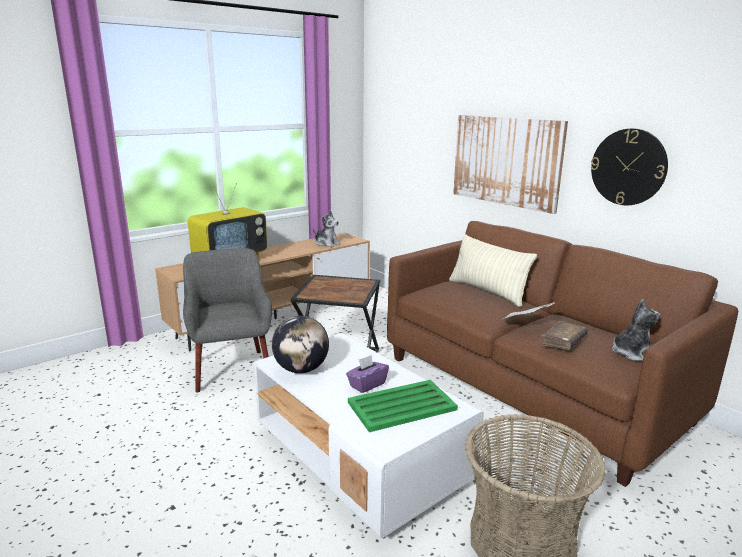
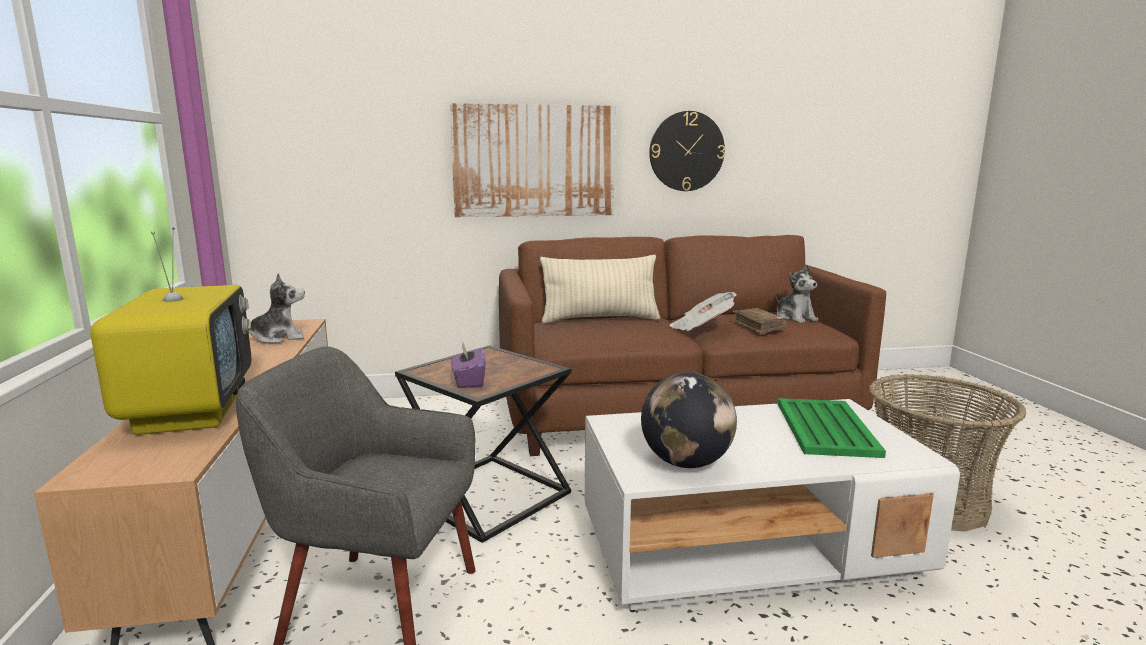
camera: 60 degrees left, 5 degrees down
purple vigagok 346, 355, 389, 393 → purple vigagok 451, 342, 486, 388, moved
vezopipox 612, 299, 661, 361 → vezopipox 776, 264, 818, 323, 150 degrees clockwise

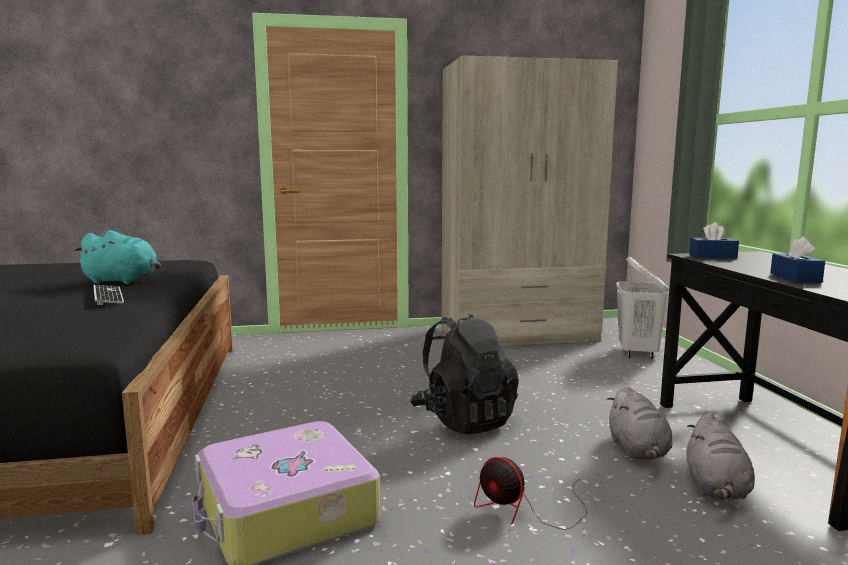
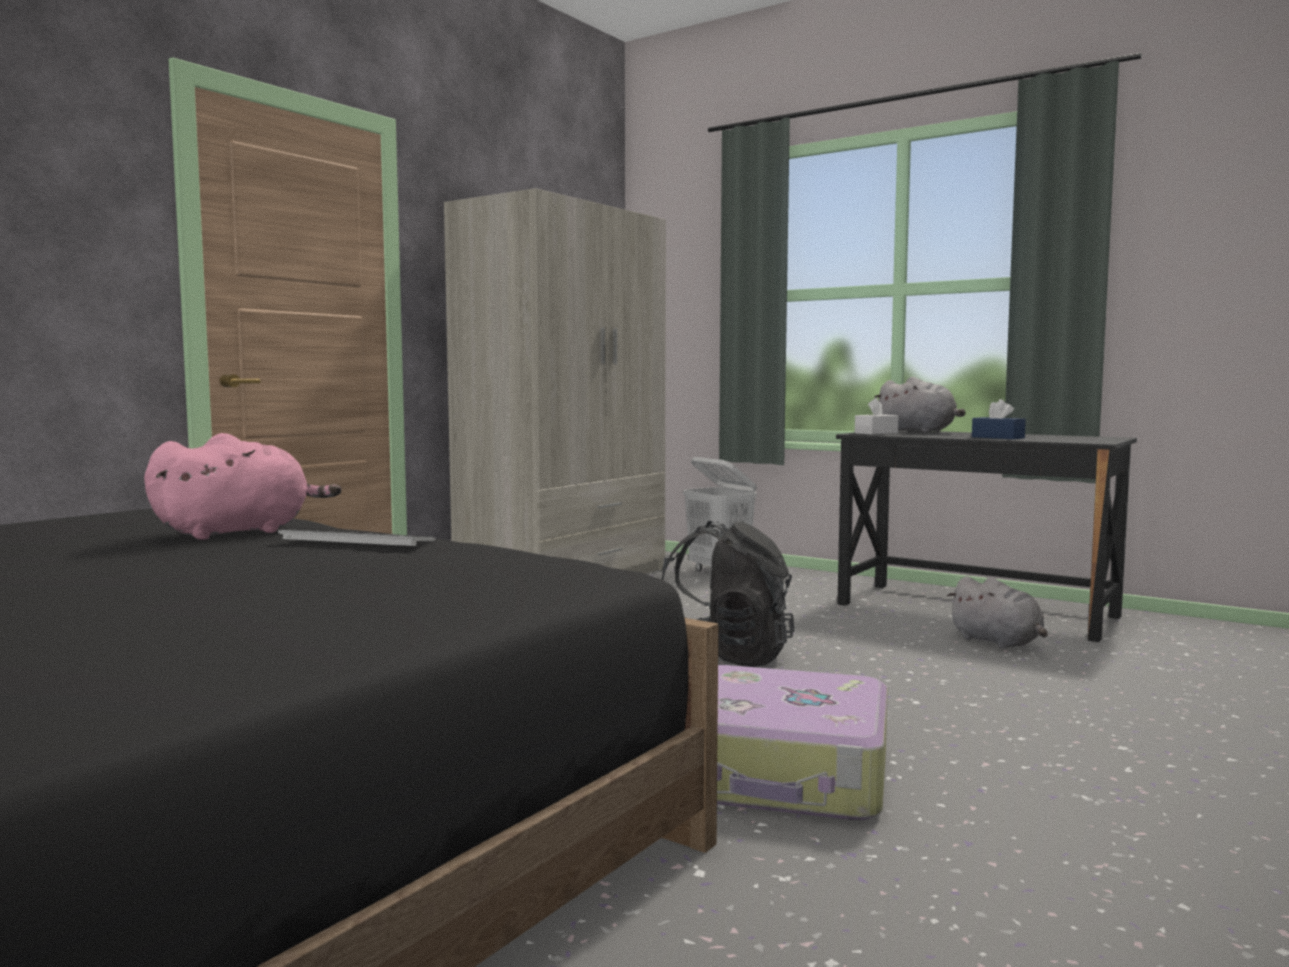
camera: 45 degrees left, 5 degrees down
turquoise vezopipox 74, 230, 161, 284 → pink vezopipox 144, 433, 341, 540
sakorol 474, 457, 587, 530 → -
grey vezopipox 607, 385, 673, 460 → grey vezopipox 874, 377, 966, 433, moved
blue vigagok 689, 222, 739, 258 → white vigagok 855, 398, 899, 434

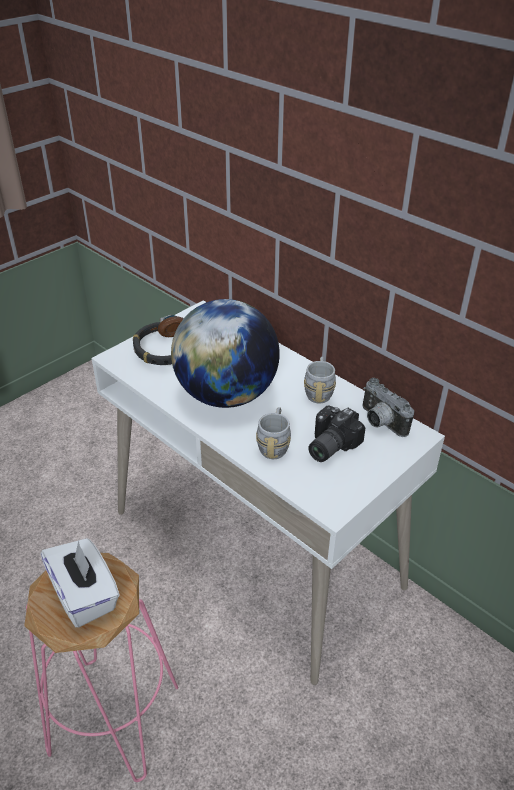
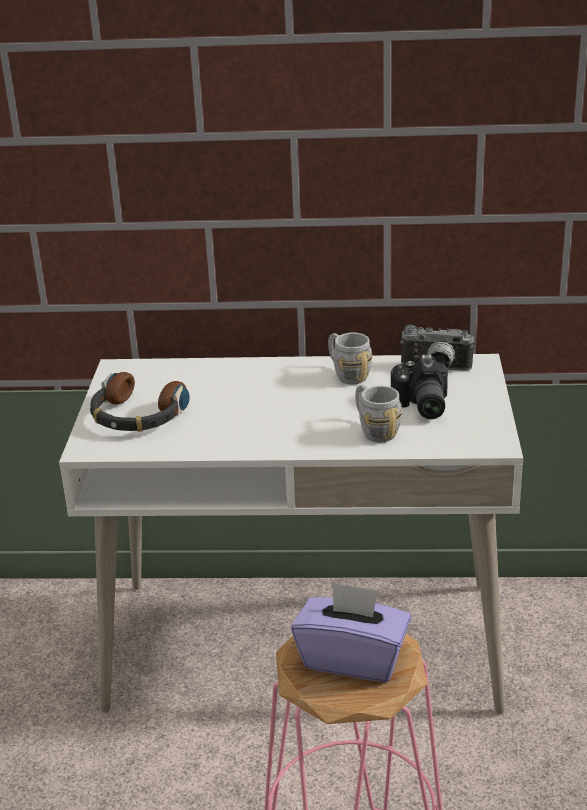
camera: 40 degrees left, 10 degrees down
white vigagok 41, 538, 120, 627 → purple vigagok 291, 581, 411, 682
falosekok 171, 299, 280, 408 → -

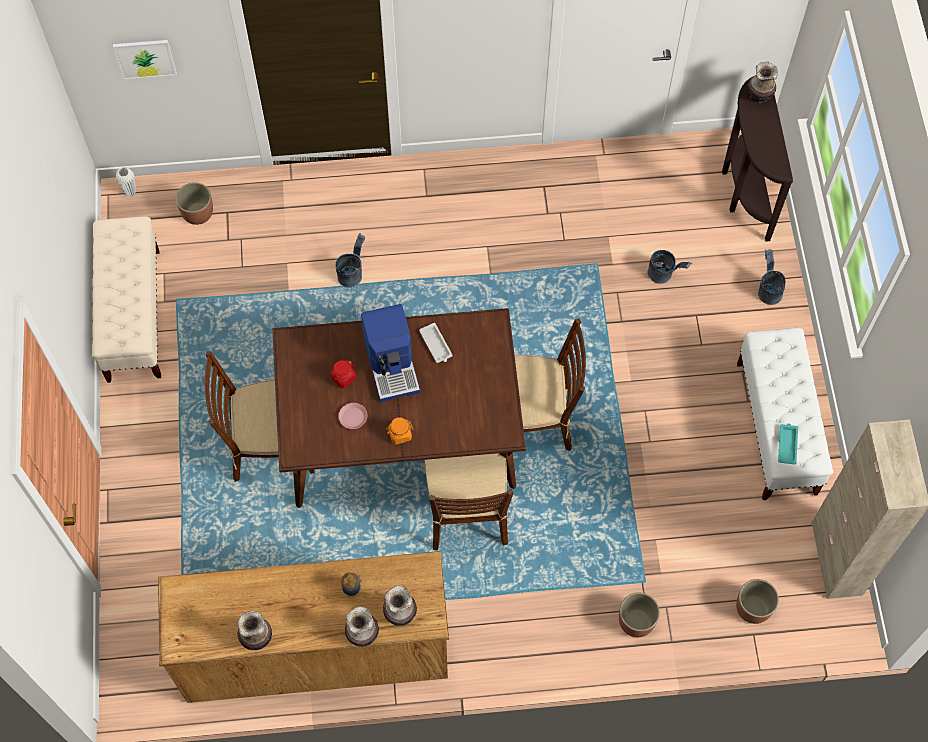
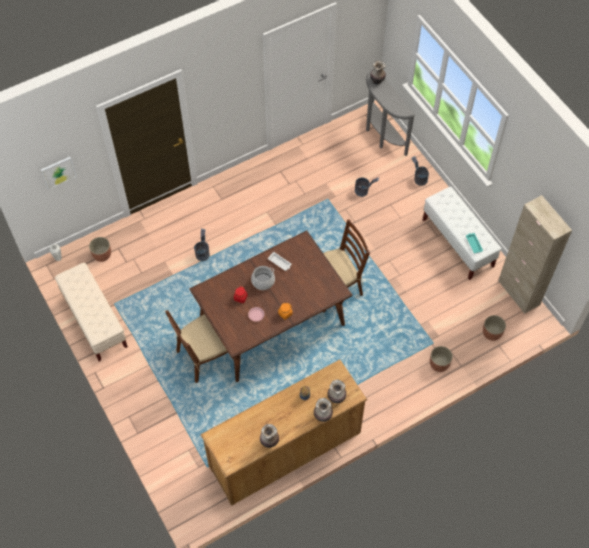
camera: 25 degrees left, 5 degrees down
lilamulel 361, 304, 420, 402 → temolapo 251, 266, 275, 290
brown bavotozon 423, 453, 517, 551 → -
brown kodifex 722, 77, 793, 242 → grey kodifex 366, 69, 415, 156

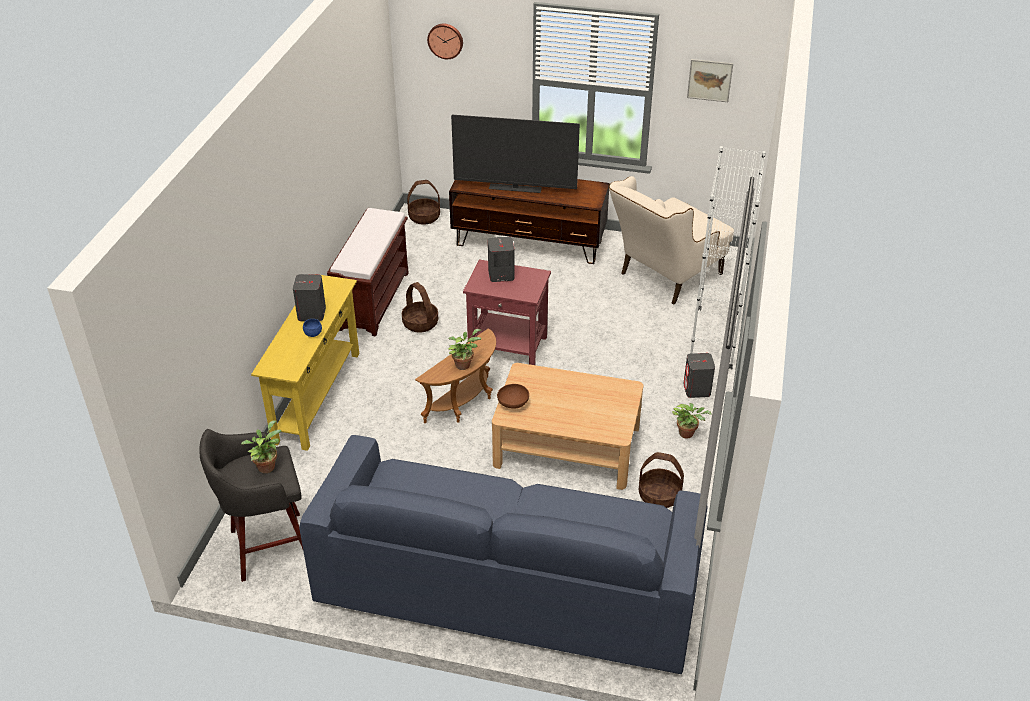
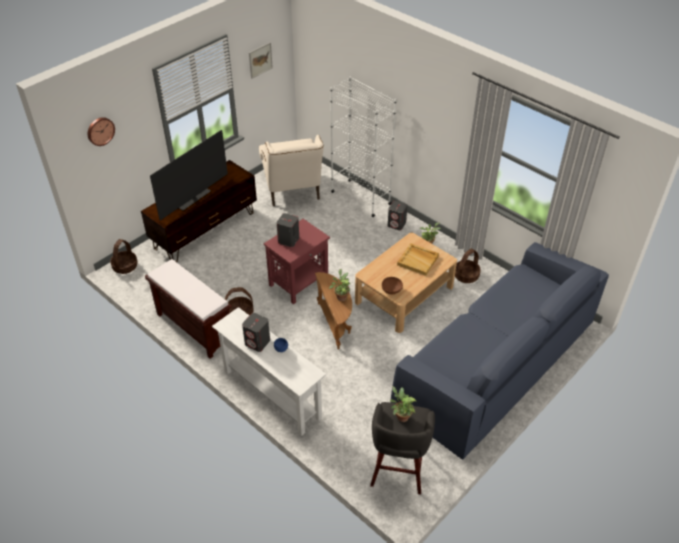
camera: 60 degrees left, 5 degrees up
yellow kodifex 251, 275, 359, 451 → white kodifex 212, 307, 326, 436
- → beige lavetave 397, 243, 439, 276

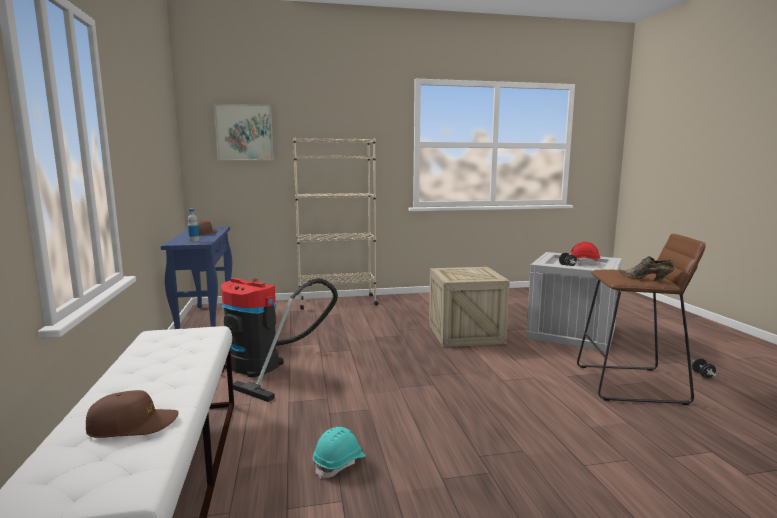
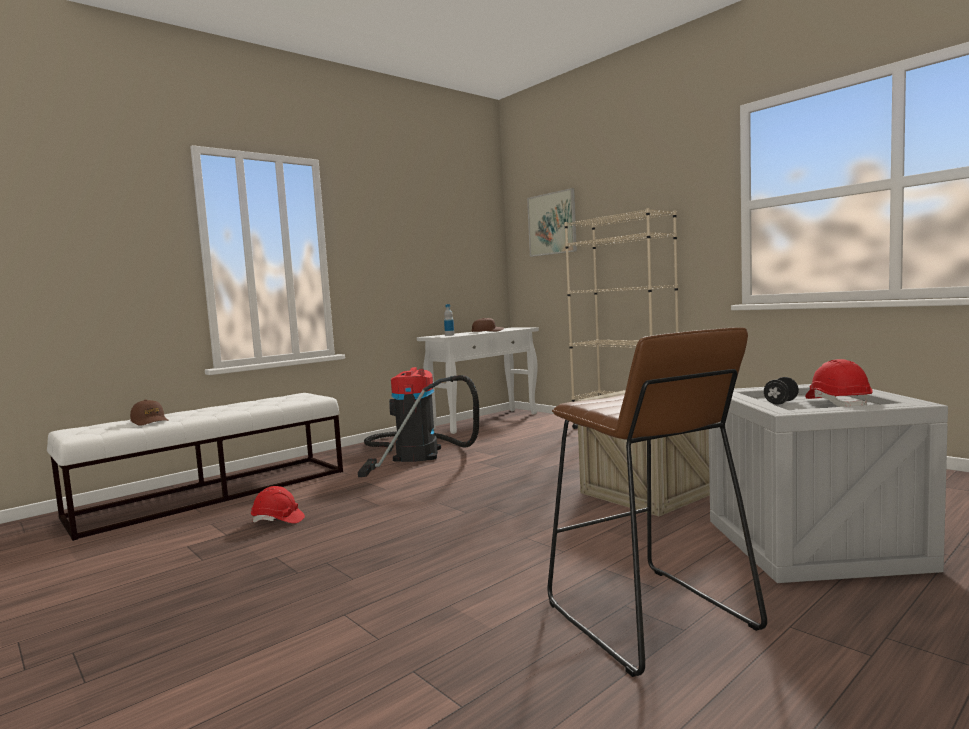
camera: 60 degrees right, 5 degrees down
blue kodifex 161, 227, 232, 329 → white kodifex 417, 328, 539, 434
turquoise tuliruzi 313, 427, 366, 479 → red tuliruzi 251, 486, 305, 524
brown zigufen 619, 256, 674, 282 → -
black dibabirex 692, 358, 717, 378 → -

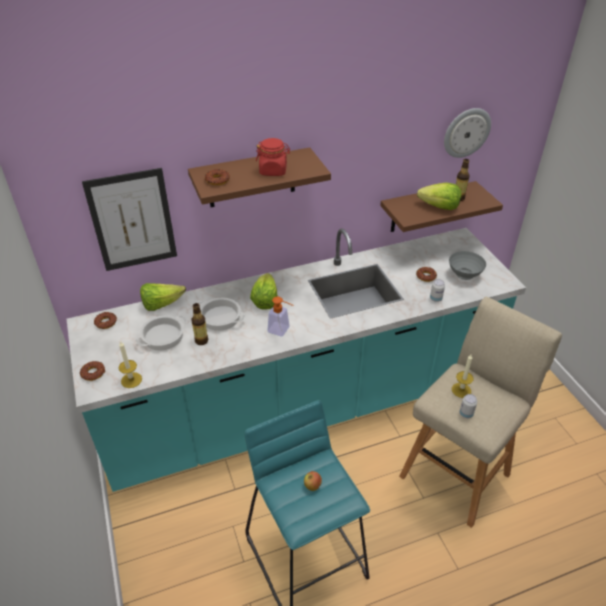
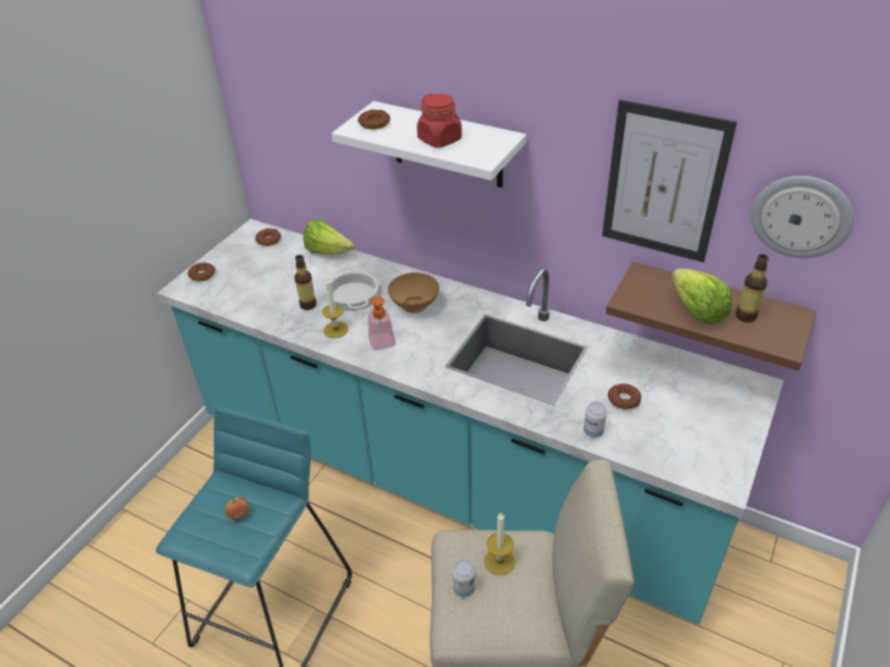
camera: 50 degrees right, 0 degrees up
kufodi 82, 168, 177, 271 → kufodi 602, 100, 737, 262, moved
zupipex 119, 341, 142, 388 → zupipex 322, 278, 348, 338, moved
temolapo 136, 315, 187, 351 → -
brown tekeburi 188, 147, 331, 207 → white tekeburi 332, 101, 526, 188
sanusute 250, 273, 278, 310 → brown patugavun 388, 273, 439, 313
grey patugavun 449, 251, 486, 280 → -

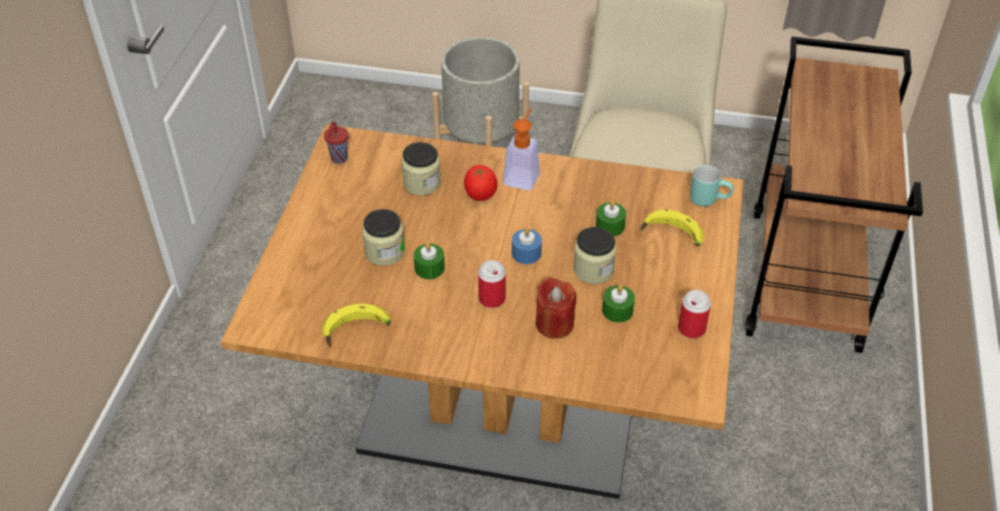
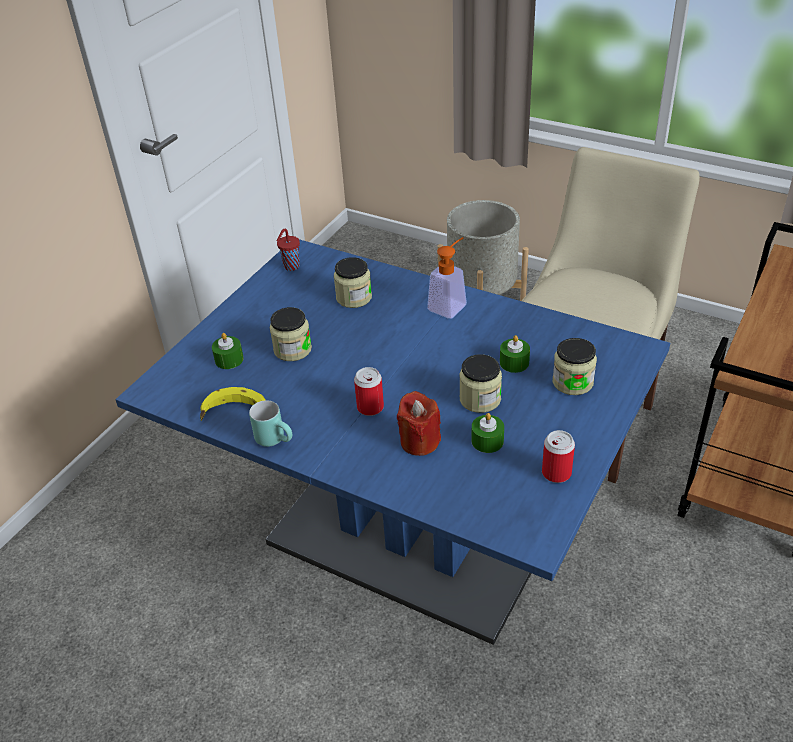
camera: 20 degrees right, 5 degrees down
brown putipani 221, 124, 744, 499 → blue putipani 115, 239, 670, 645
green zupipex 414, 242, 445, 279 → green zupipex 212, 333, 244, 369, moved
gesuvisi 464, 165, 497, 201 → -
blue zupipex 512, 228, 542, 264 → -
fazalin 640, 209, 705, 247 → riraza 552, 338, 597, 395
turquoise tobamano 690, 165, 734, 207 → turquoise tobamano 249, 400, 292, 447, moved

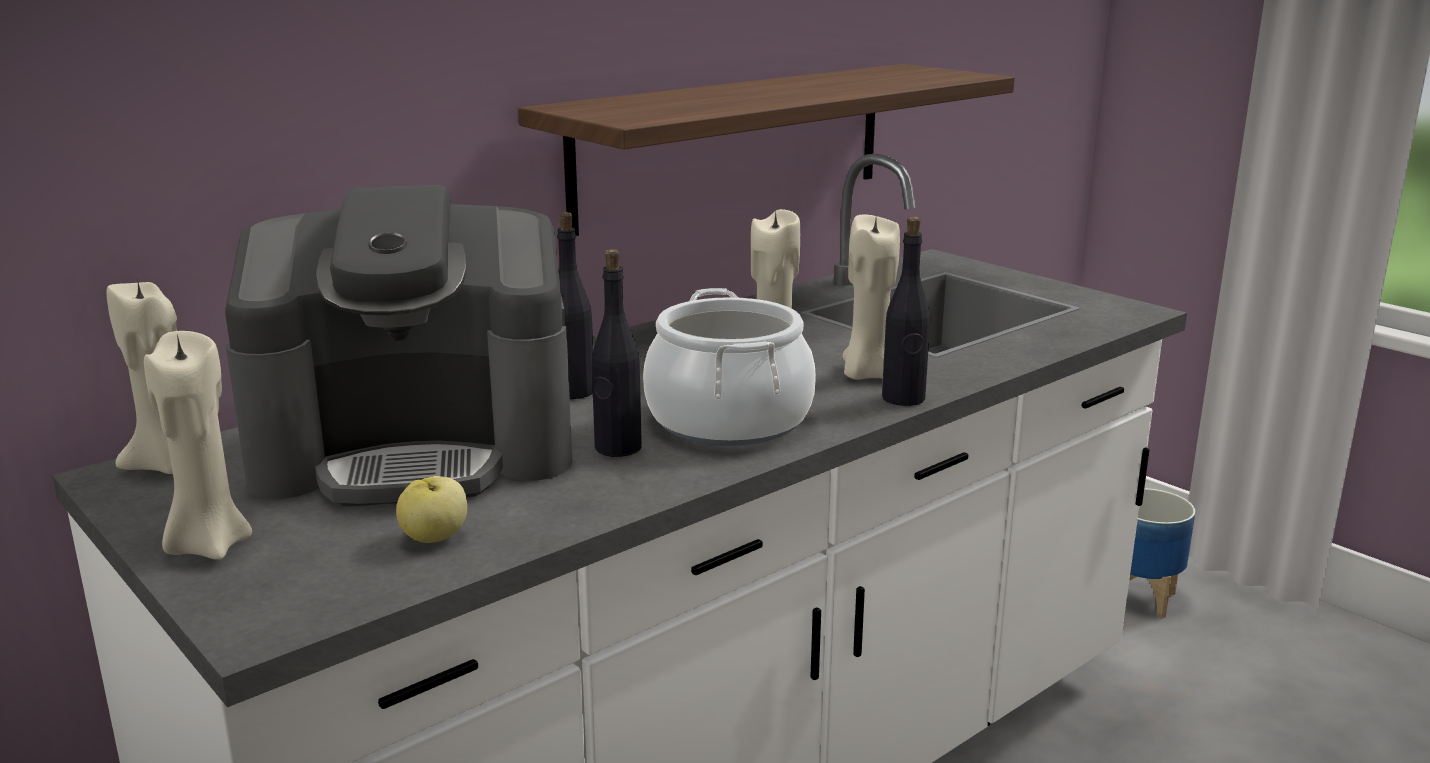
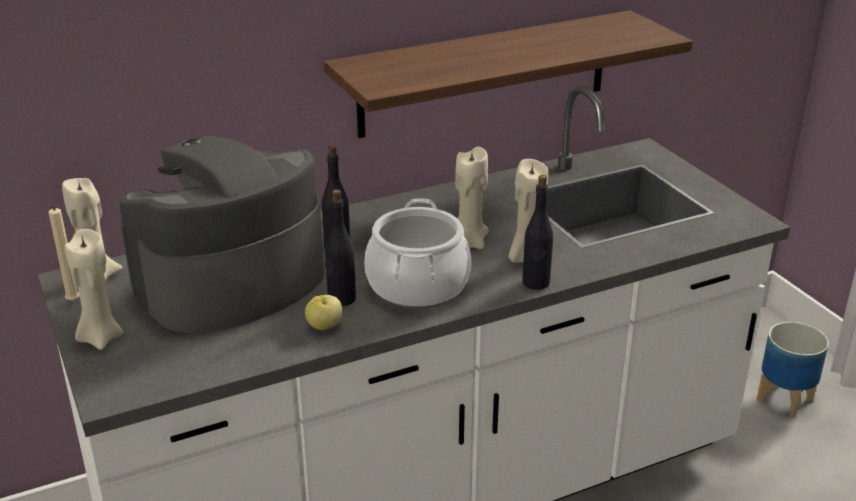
camera: 15 degrees right, 10 degrees up
lilamulel 225, 185, 573, 506 → lilamulel 119, 135, 324, 333, 135 degrees clockwise
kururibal 396, 476, 467, 543 → kururibal 305, 295, 342, 330, moved
- → beige zupipex 45, 205, 79, 301

